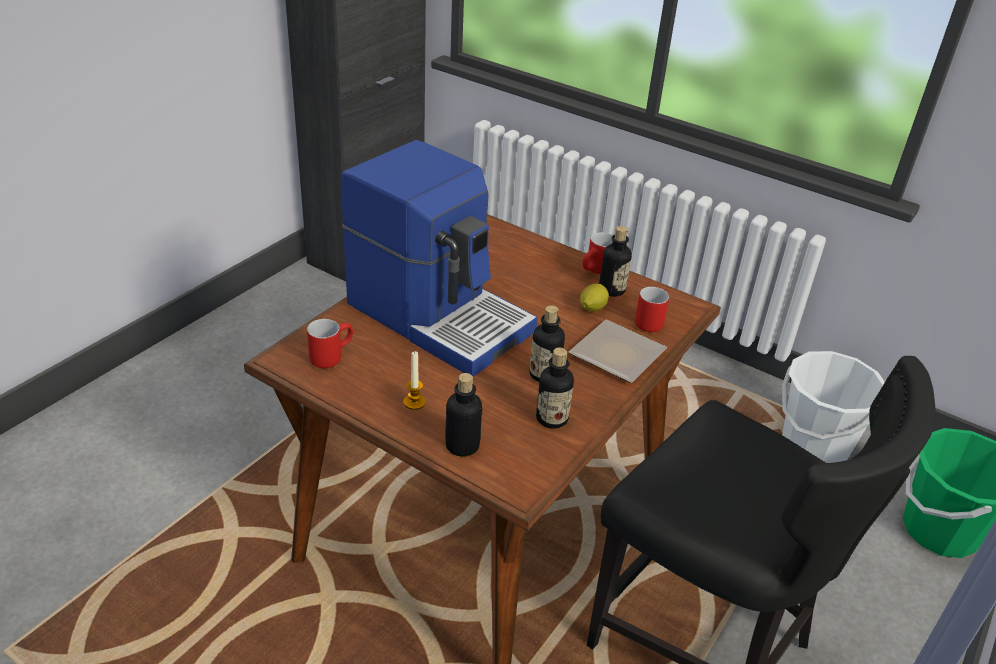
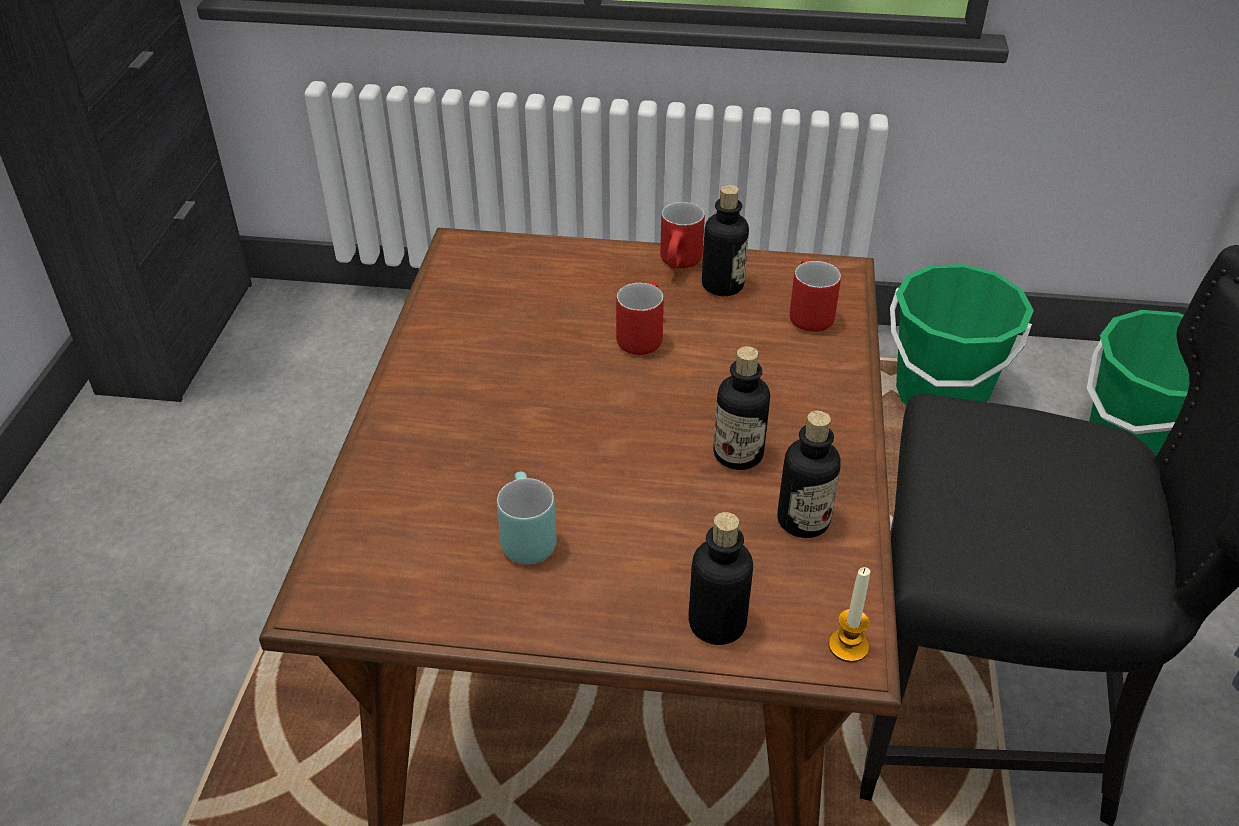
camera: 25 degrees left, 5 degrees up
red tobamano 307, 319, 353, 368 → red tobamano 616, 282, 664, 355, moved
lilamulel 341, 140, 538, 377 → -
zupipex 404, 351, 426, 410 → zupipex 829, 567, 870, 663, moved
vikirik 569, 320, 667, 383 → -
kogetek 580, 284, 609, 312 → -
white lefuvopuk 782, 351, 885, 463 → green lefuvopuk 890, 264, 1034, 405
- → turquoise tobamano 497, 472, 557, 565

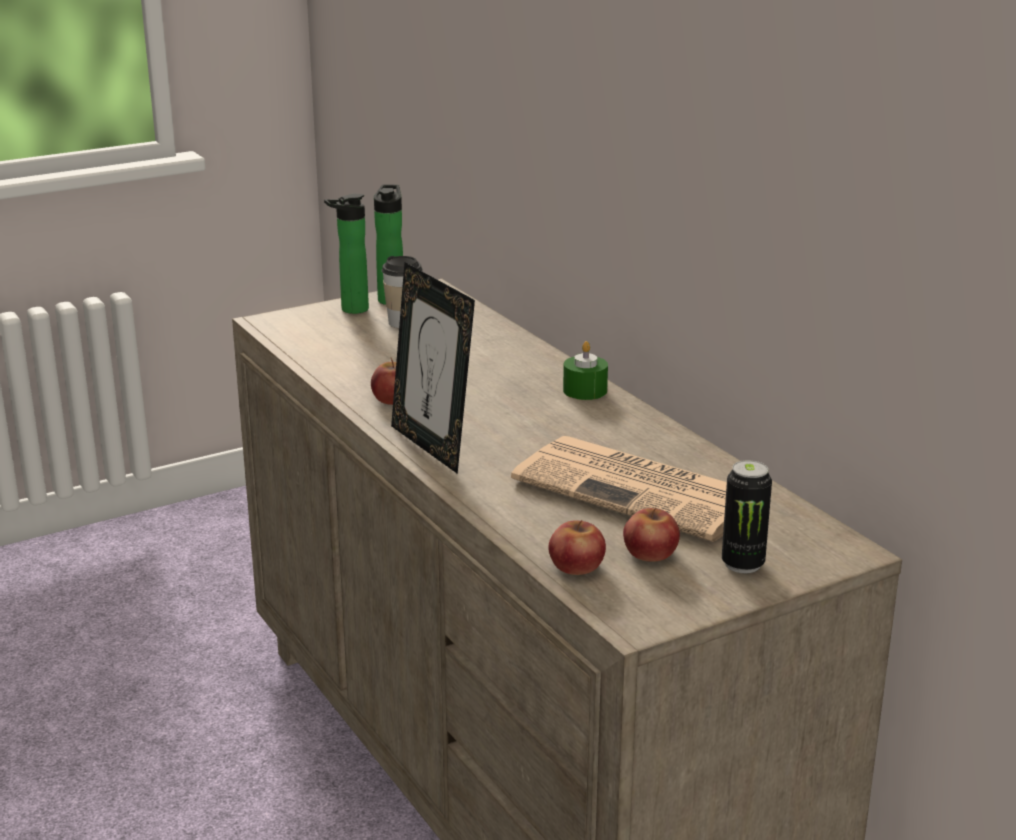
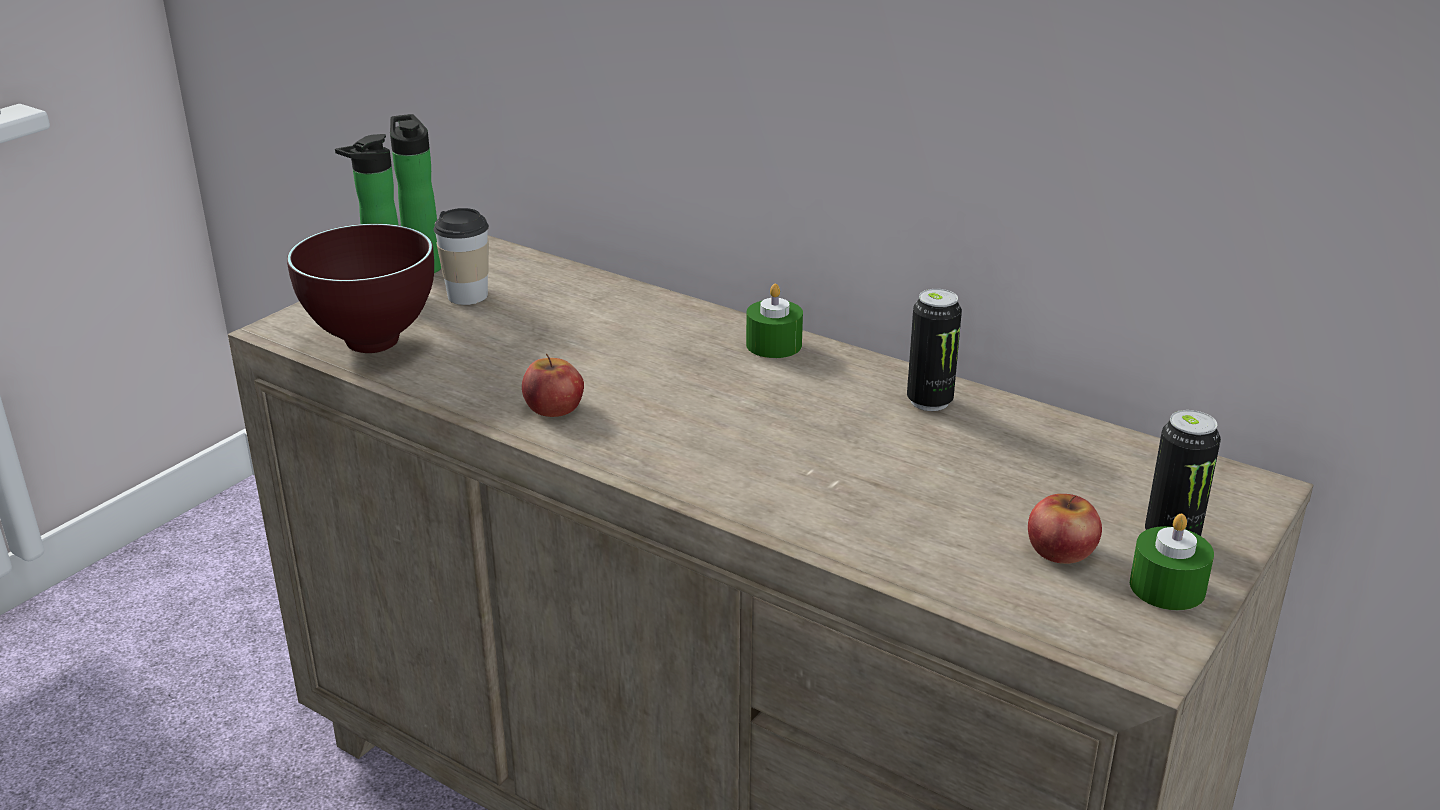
camera: 25 degrees left, 5 degrees up
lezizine 391, 262, 475, 474 → -
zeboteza 511, 436, 727, 542 → -
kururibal 548, 520, 606, 575 → -
- → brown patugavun 287, 224, 434, 353
- → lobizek 907, 289, 962, 411
- → green zupipex 1130, 514, 1214, 611

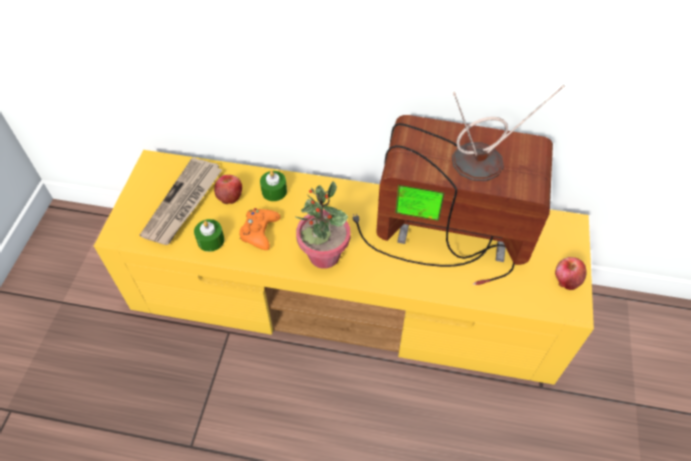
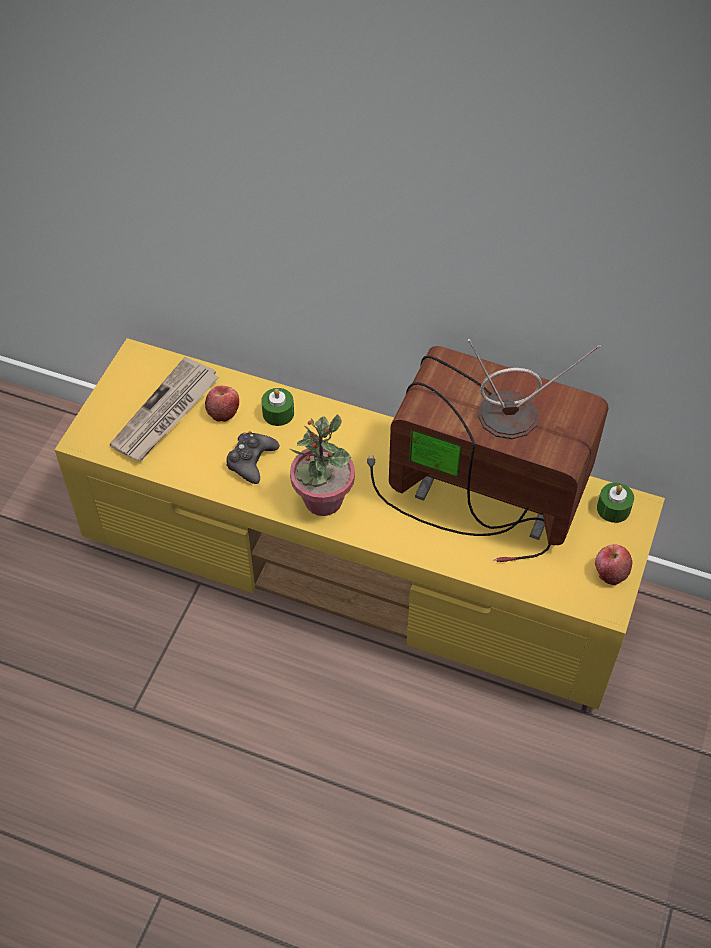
camera: 10 degrees right, 0 degrees up
green zupipex 194, 219, 224, 252 → green zupipex 597, 483, 634, 523, moved
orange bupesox 239, 208, 280, 250 → black bupesox 226, 432, 279, 484

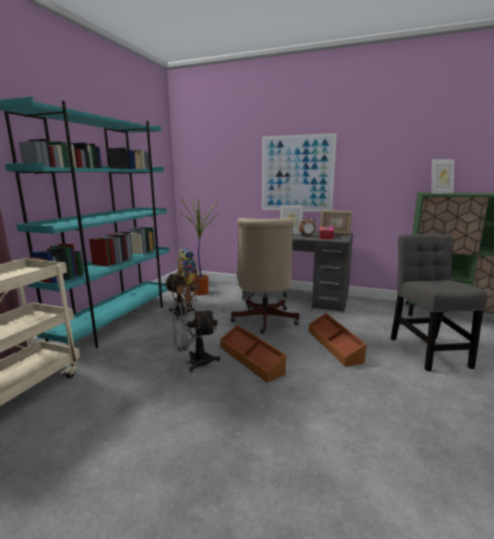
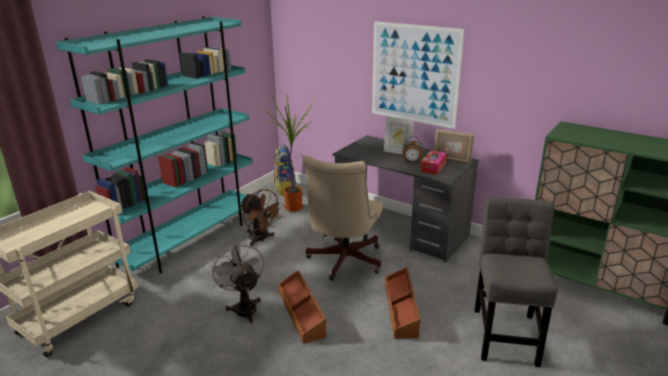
camera: 15 degrees right, 10 degrees up
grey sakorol 172, 298, 220, 372 → grey sakorol 210, 240, 264, 323, 60 degrees clockwise
lezizine 432, 159, 454, 194 → -

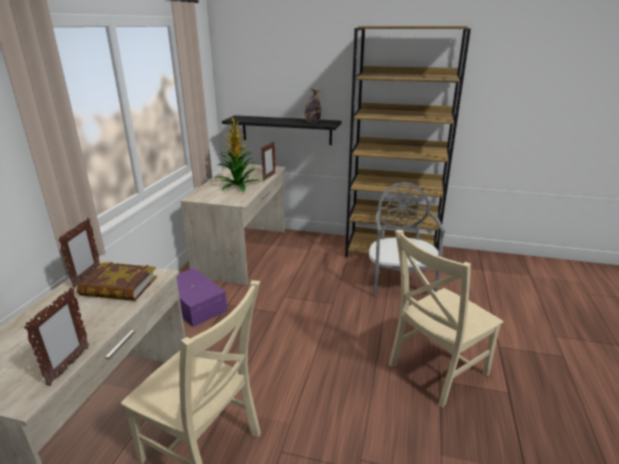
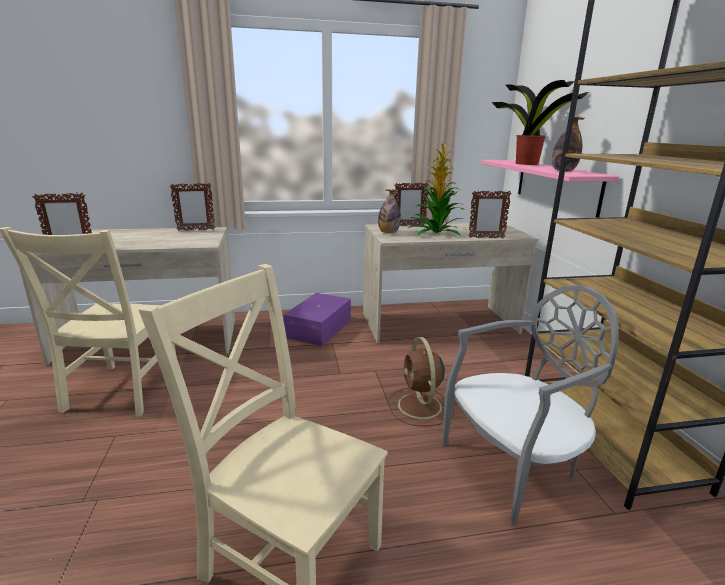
camera: 65 degrees right, 5 degrees down
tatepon 77, 262, 157, 301 → -
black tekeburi 222, 115, 341, 145 → pink tekeburi 481, 160, 619, 218
- → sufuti 378, 189, 401, 233
- → brown sakorol 389, 337, 454, 426
- → lezizine 394, 182, 429, 226
- → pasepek 492, 80, 589, 165

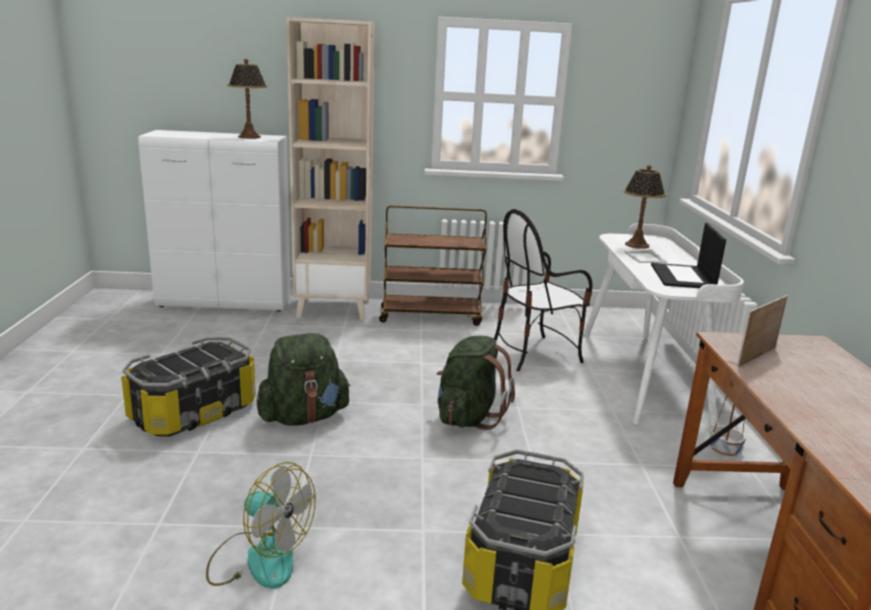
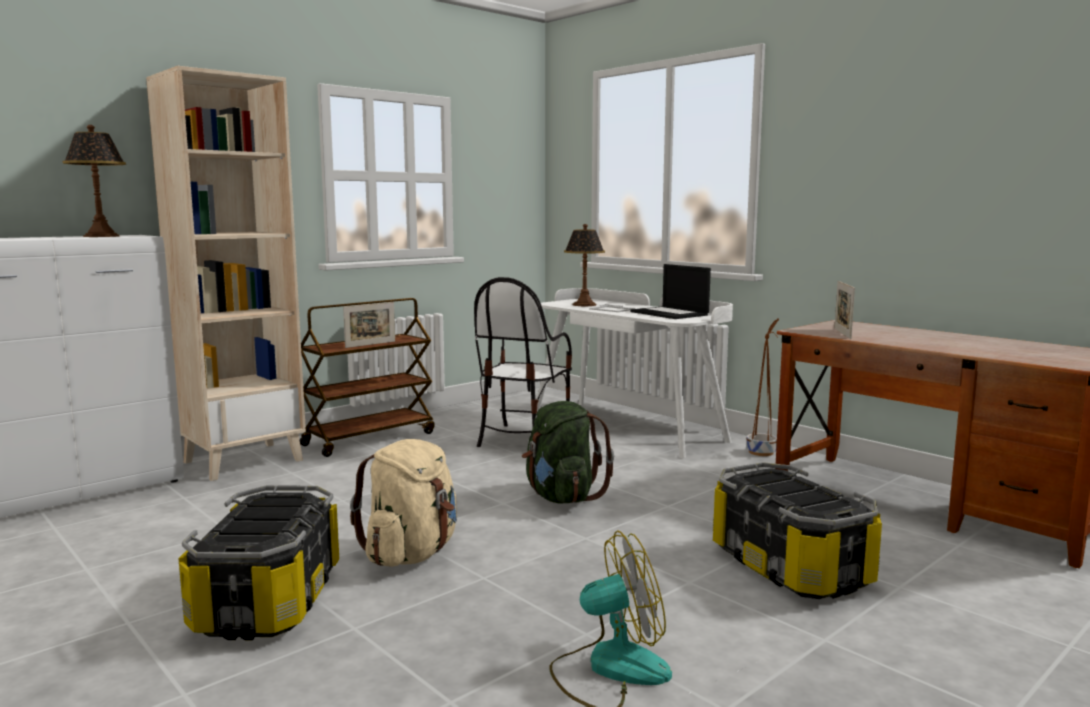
camera: 40 degrees left, 10 degrees down
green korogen 257, 333, 350, 426 → beige korogen 350, 439, 457, 567
- → lezizine 343, 302, 395, 348

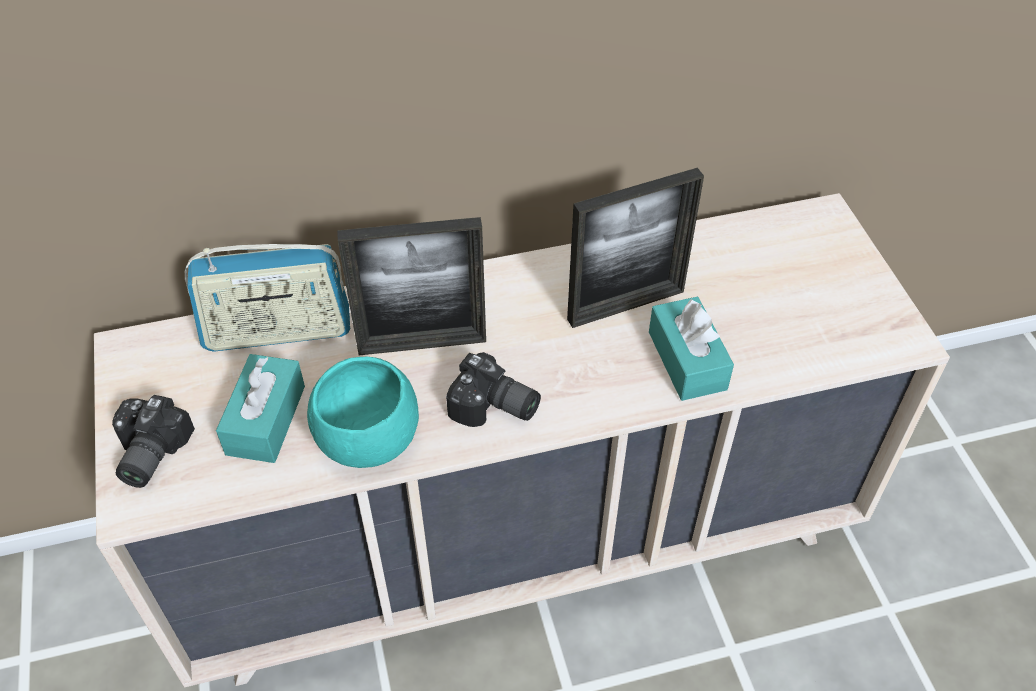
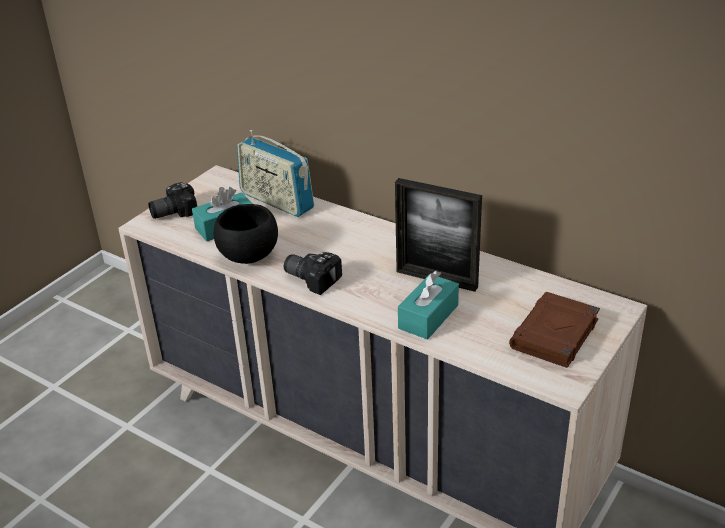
camera: 50 degrees right, 15 degrees down
turquoise patugavun 307, 357, 419, 468 → black patugavun 214, 204, 278, 264
lezizine 337, 217, 486, 355 → -
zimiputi 446, 352, 541, 427 → zimiputi 284, 252, 342, 295, 135 degrees clockwise
- → brown tatepon 509, 292, 600, 368

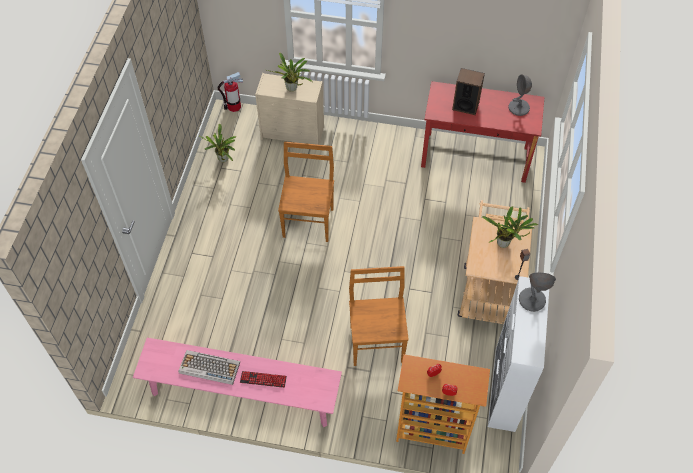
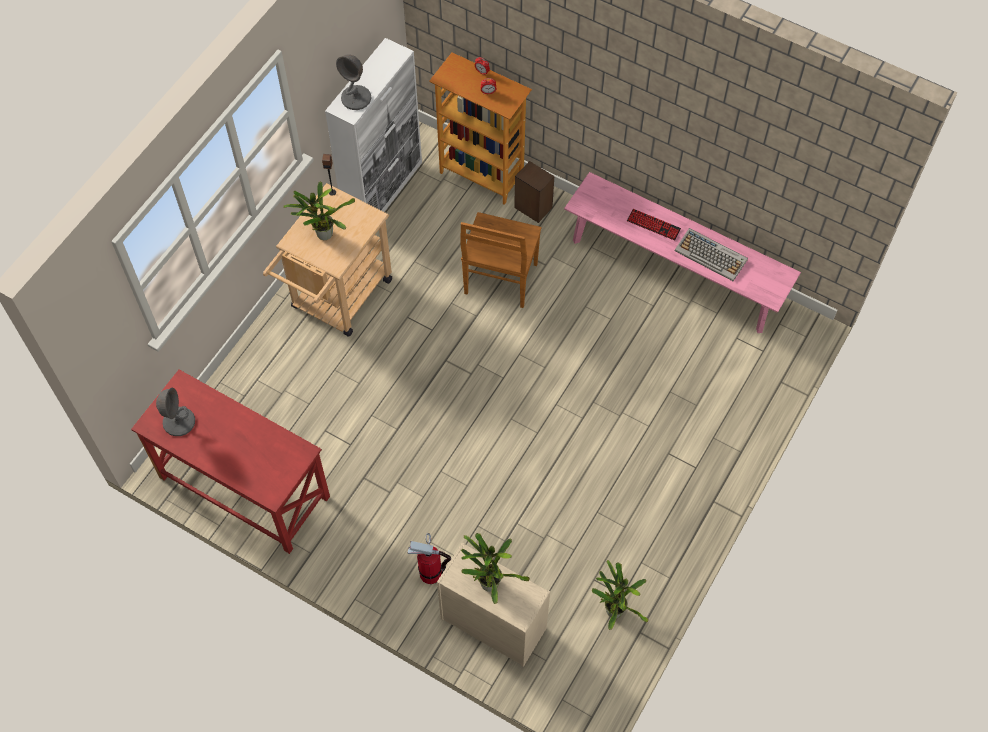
camera: 160 degrees left, 5 degrees up
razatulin 218, 72, 243, 112 → razatulin 408, 533, 451, 584, moved
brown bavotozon 278, 142, 334, 242 → -
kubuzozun 452, 68, 485, 115 → kubuzozun 514, 161, 554, 223, moved

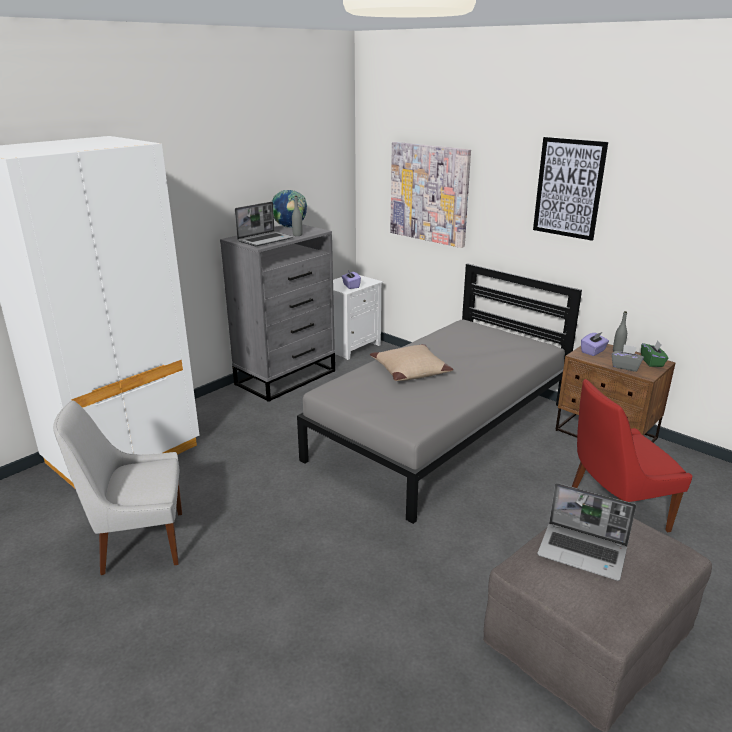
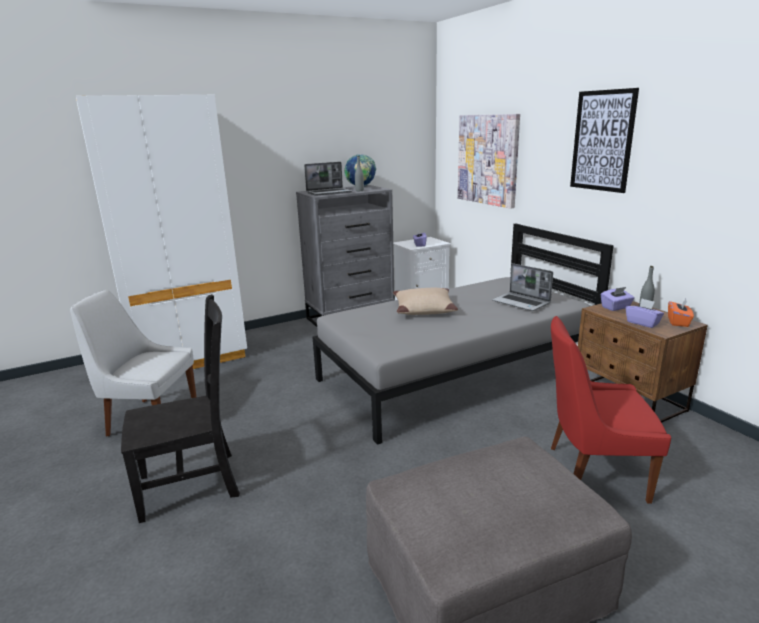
camera: 20 degrees right, 5 degrees down
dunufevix 537, 483, 636, 581 → dunufevix 492, 263, 553, 311, moved
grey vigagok 612, 345, 644, 372 → purple vigagok 626, 298, 664, 328
green vigagok 641, 341, 668, 367 → orange vigagok 668, 299, 694, 327
- → black bavotozon 121, 294, 240, 523

